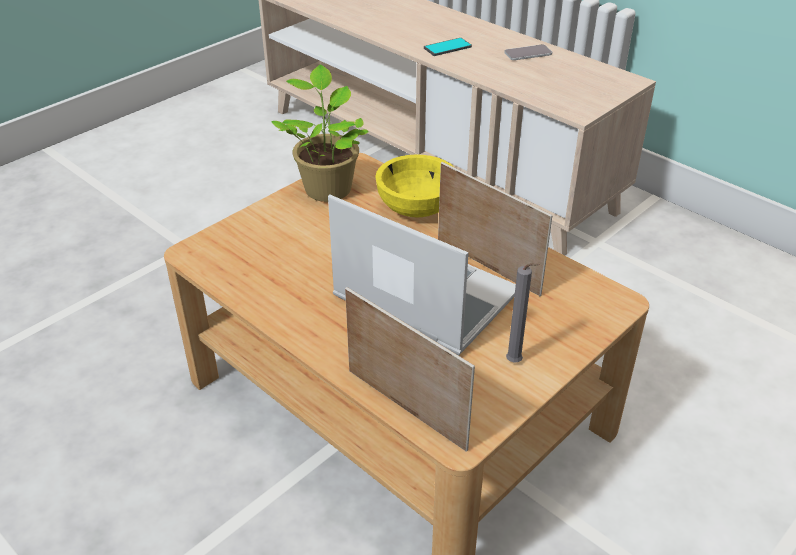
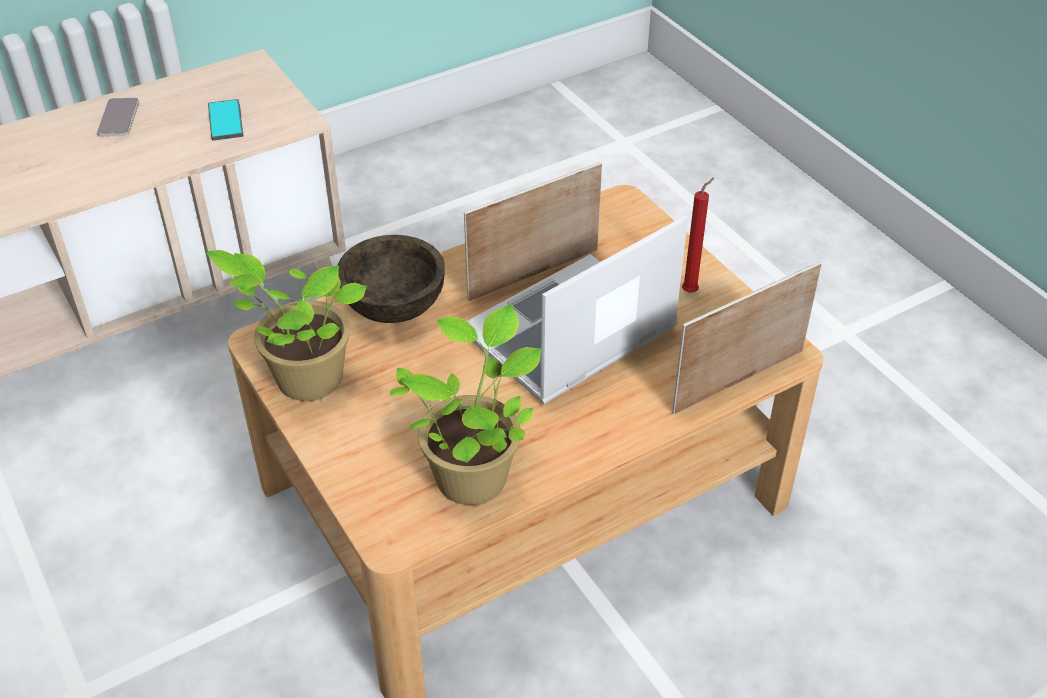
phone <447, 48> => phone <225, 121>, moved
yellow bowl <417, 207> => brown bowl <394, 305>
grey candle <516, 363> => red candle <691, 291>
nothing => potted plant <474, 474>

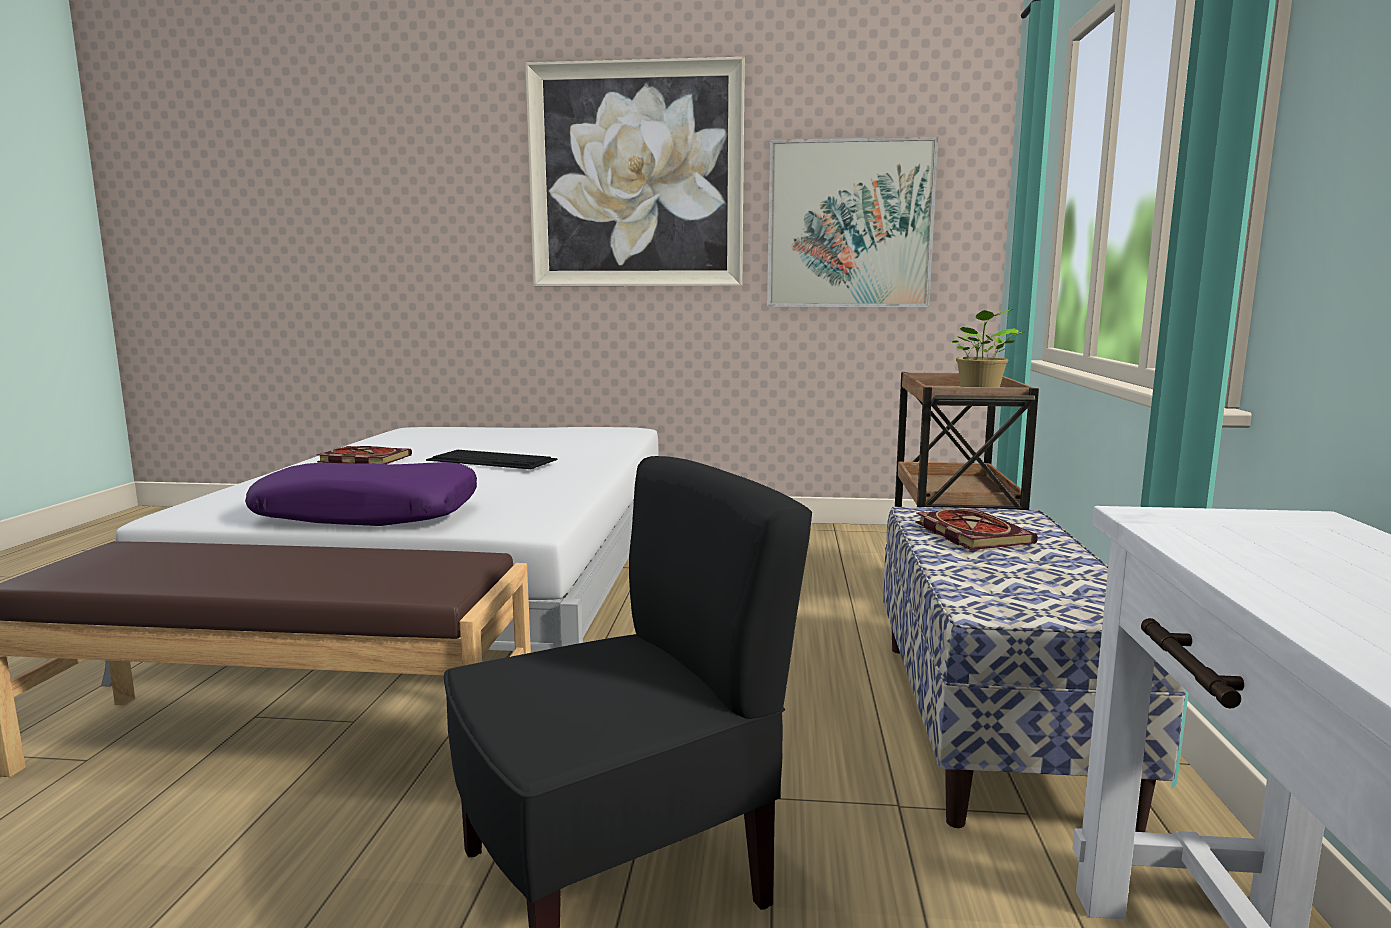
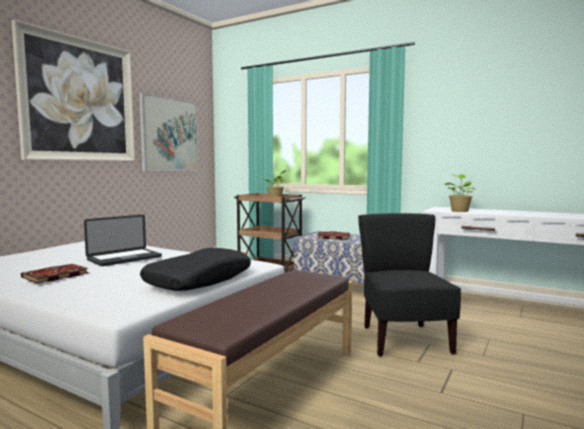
keyboard <493, 460> => laptop <124, 258>
purple pillow <369, 514> => black pillow <199, 280>
nothing => potted plant <459, 211>

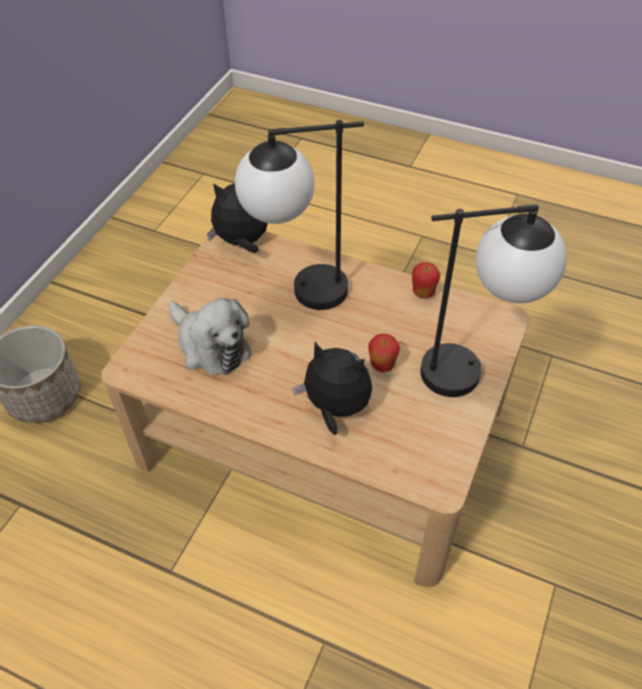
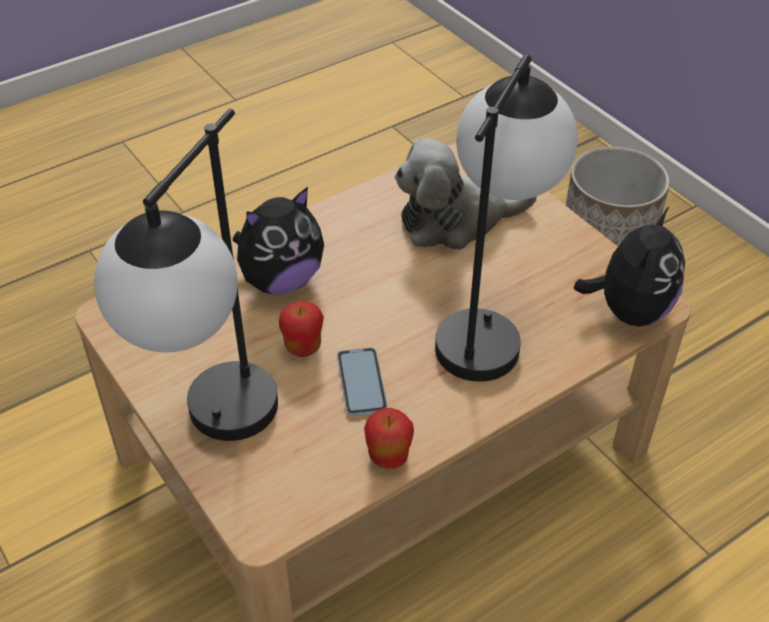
nothing => phone <361, 382>

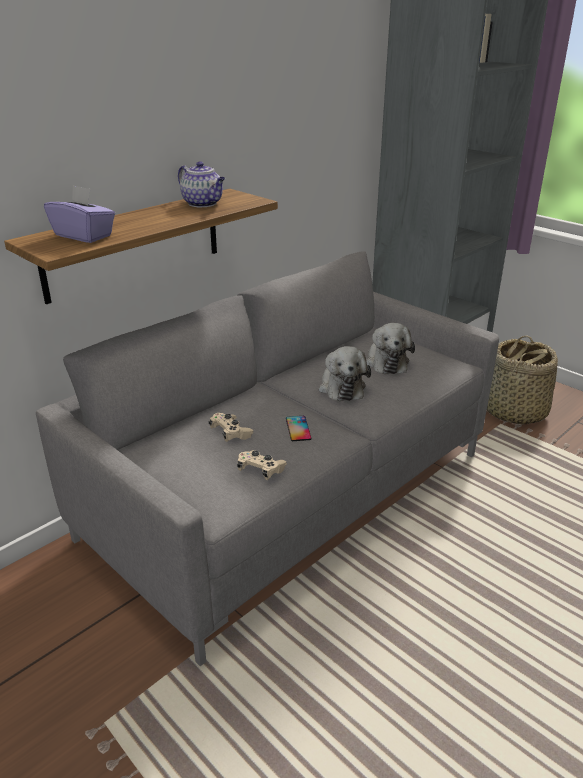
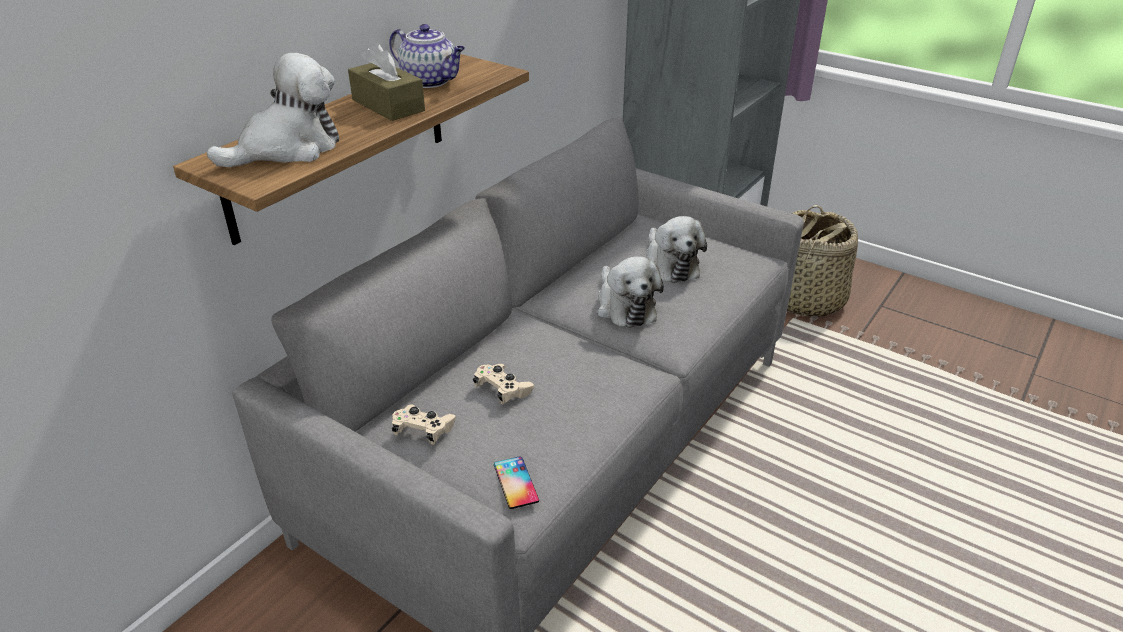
purple tissue box <84, 235> => plush toy <288, 149>
phone <298, 428> => phone <515, 482>, moved
beige game controller <261, 470> => beige game controller <423, 431>, moved
nothing => brown tissue box <388, 105>

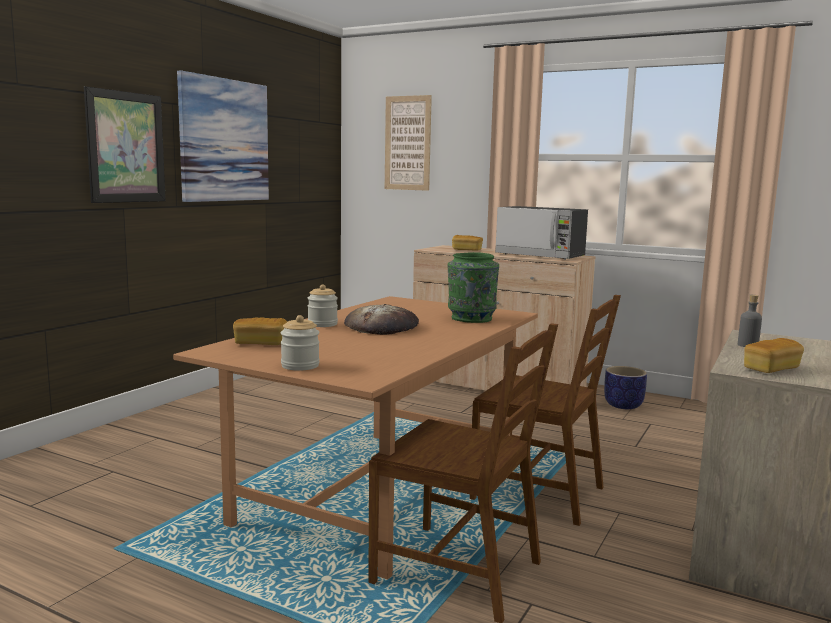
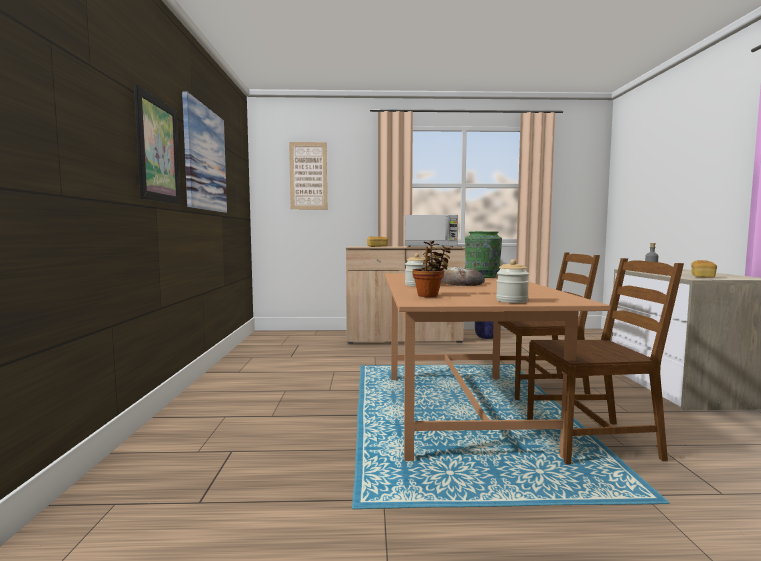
bread <261, 343> => potted plant <429, 295>

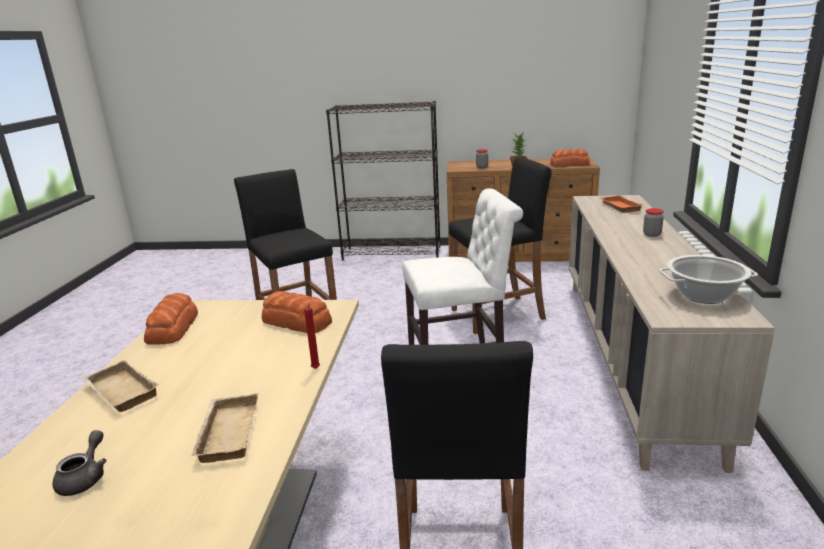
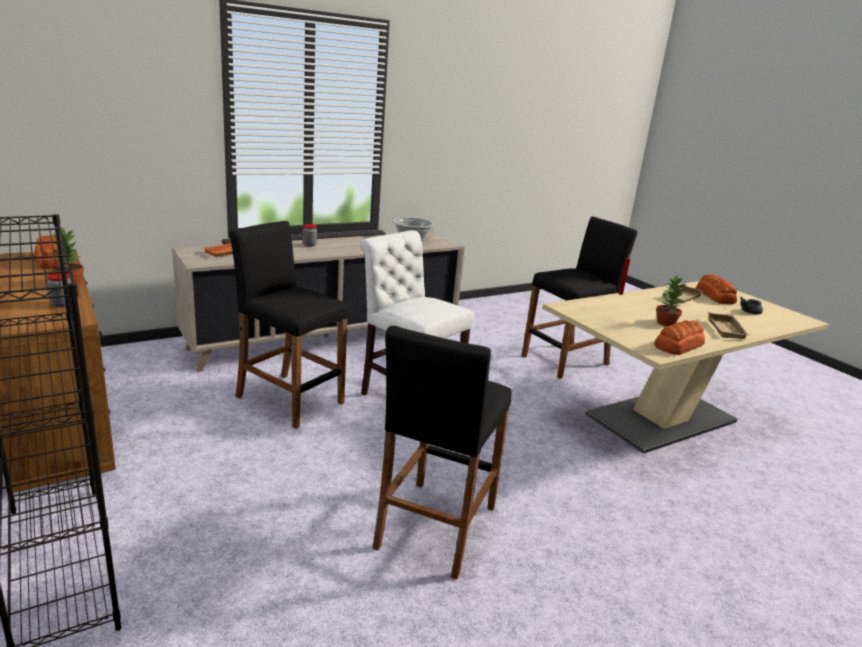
bread <297, 322> => bread <715, 296>, moved
nothing => potted plant <665, 323>

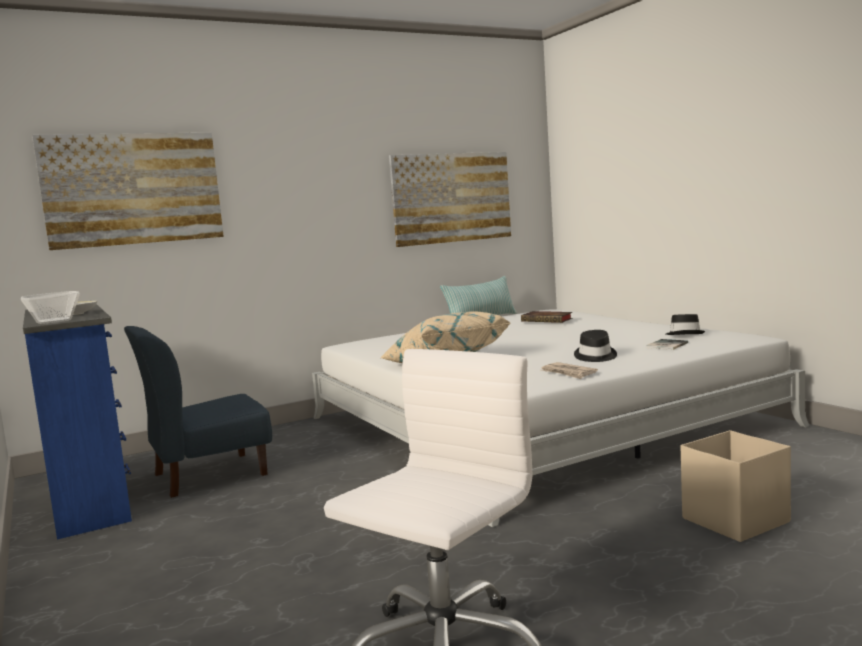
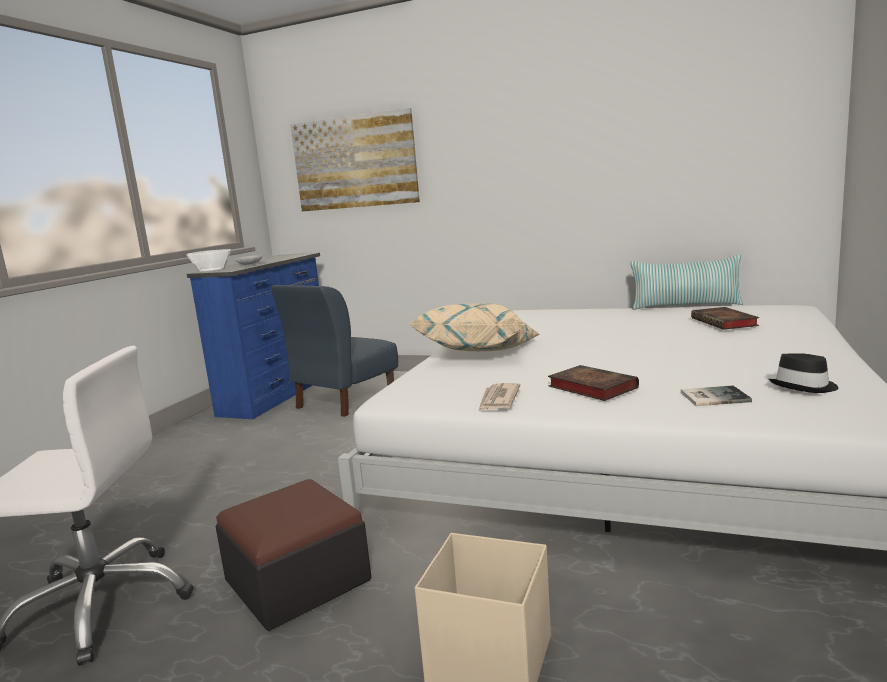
picture <452, 198> => nothing
blue chair <209, 474> => blue chair <345, 400>, 75 degrees counterclockwise
black hat <595, 356> => book <590, 387>
nothing => ottoman <297, 580>

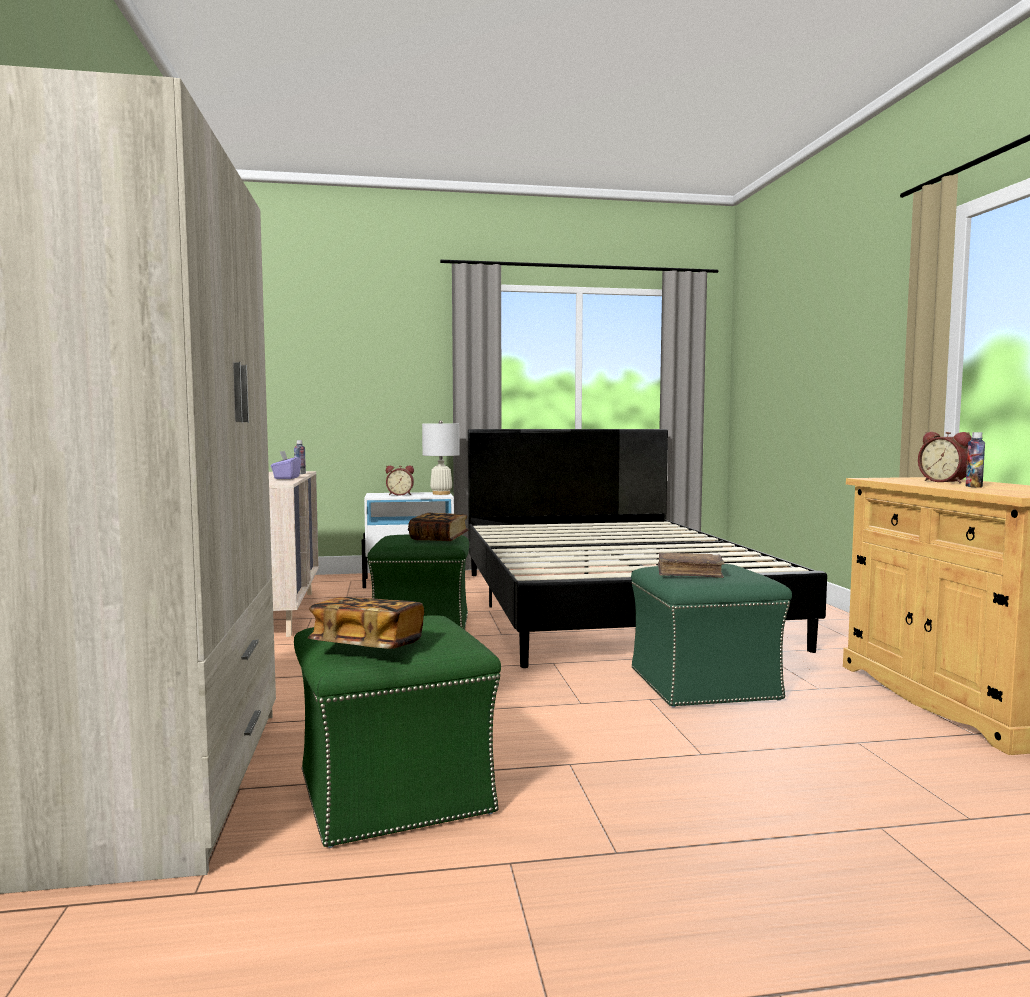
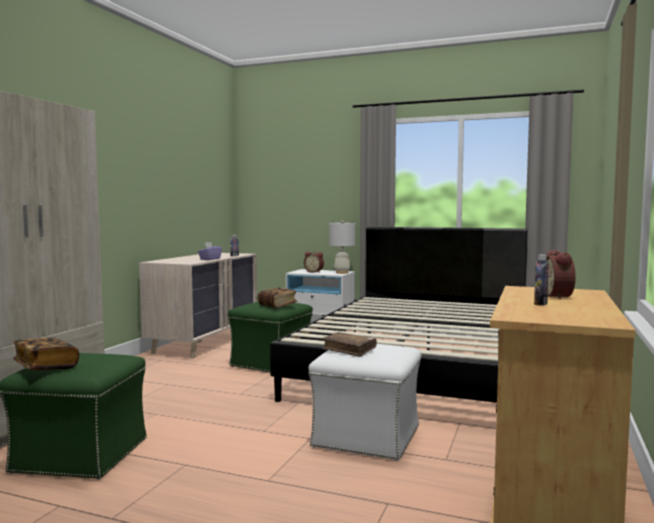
green ottoman <705, 684> => white ottoman <367, 437>

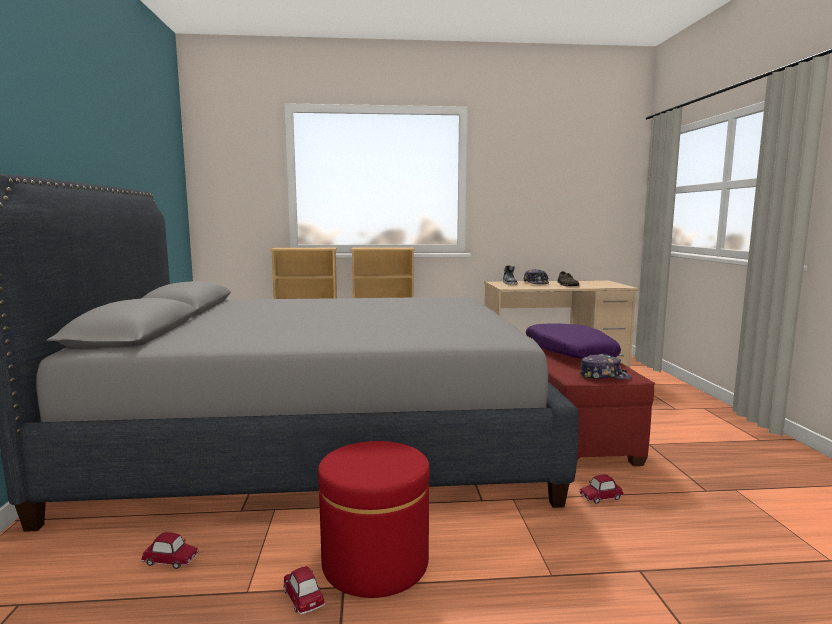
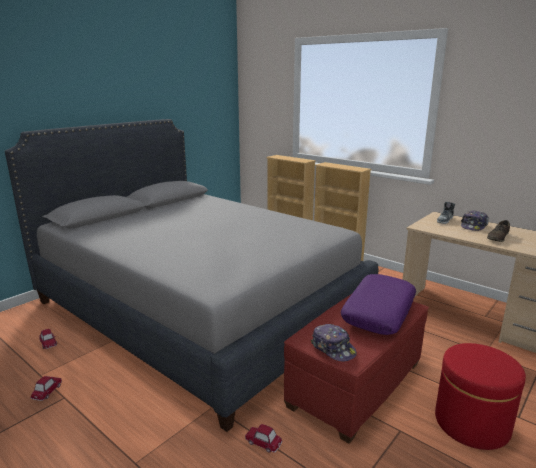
red ottoman <375, 563> => red ottoman <471, 423>, moved

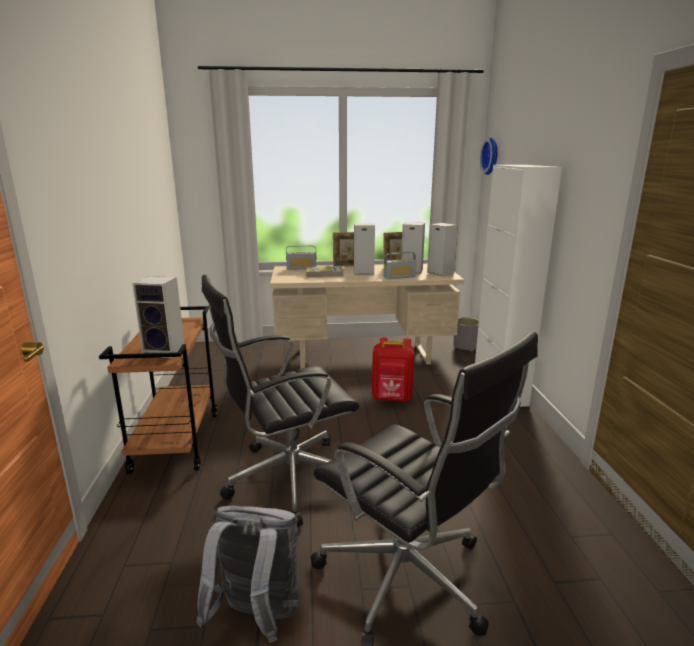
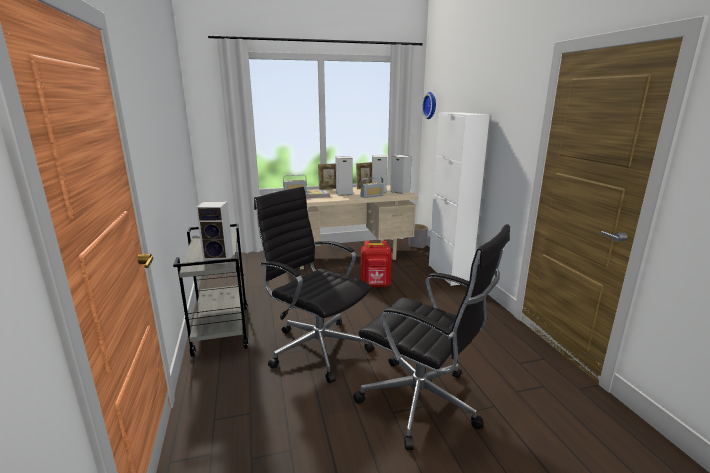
black office chair <287, 479> => black office chair <317, 347>, 75 degrees clockwise
brown cart <176, 441> => grey cart <221, 329>
grey backpack <256, 616> => nothing

